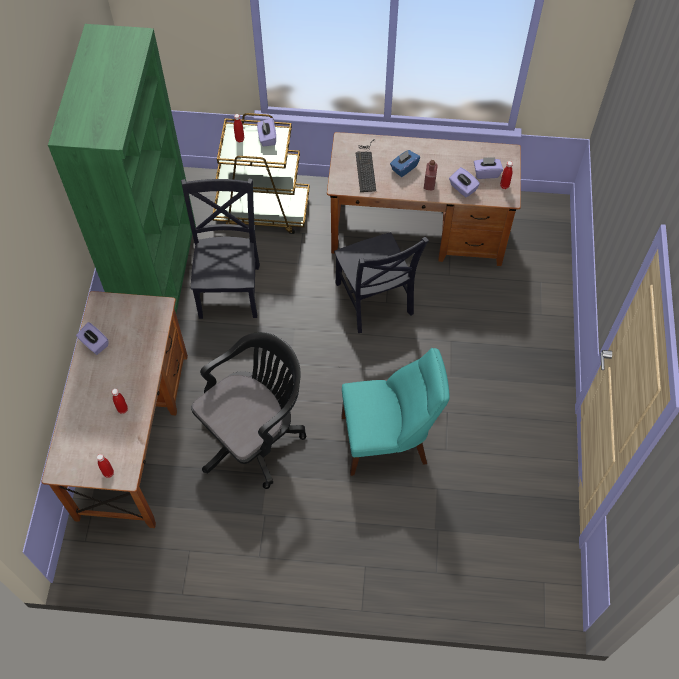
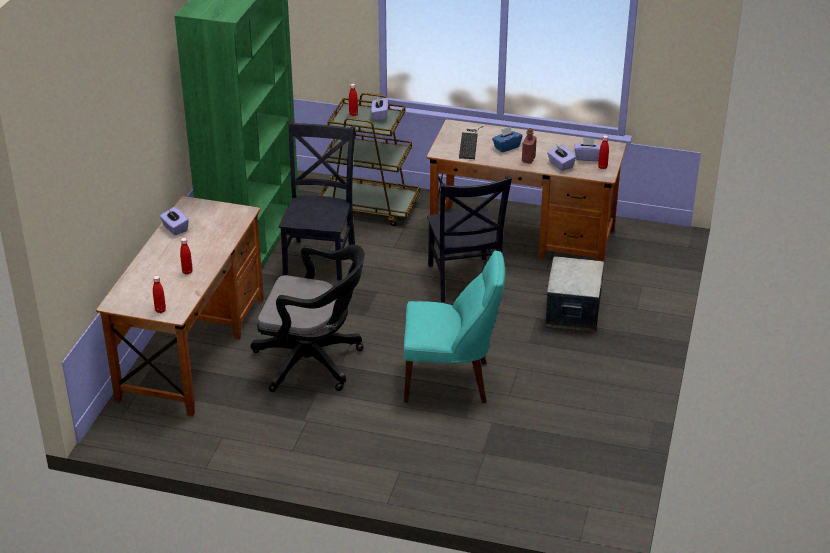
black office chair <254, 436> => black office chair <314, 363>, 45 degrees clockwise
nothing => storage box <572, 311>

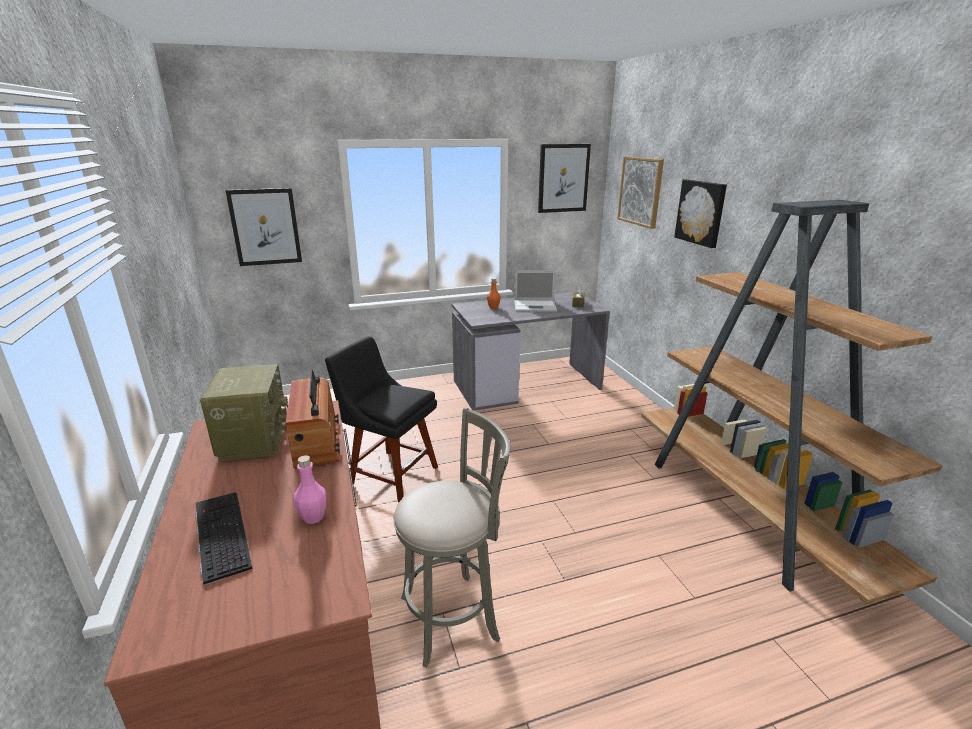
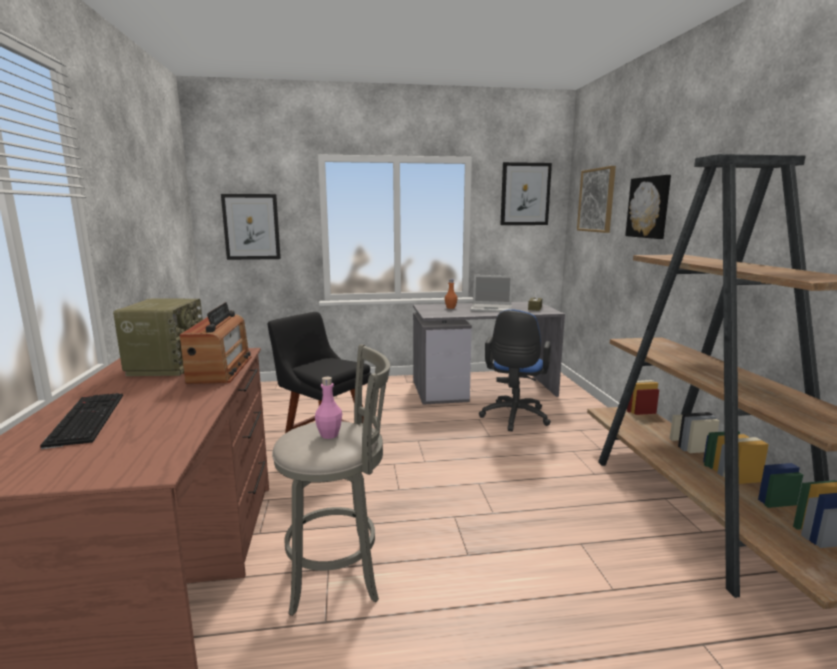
pink bottle <313, 517> => pink bottle <329, 435>, moved
nothing => blue office chair <514, 418>

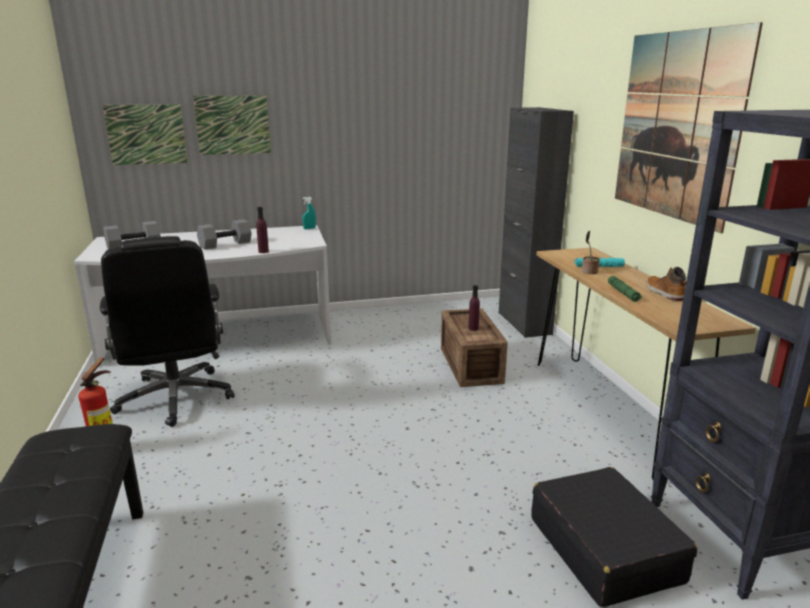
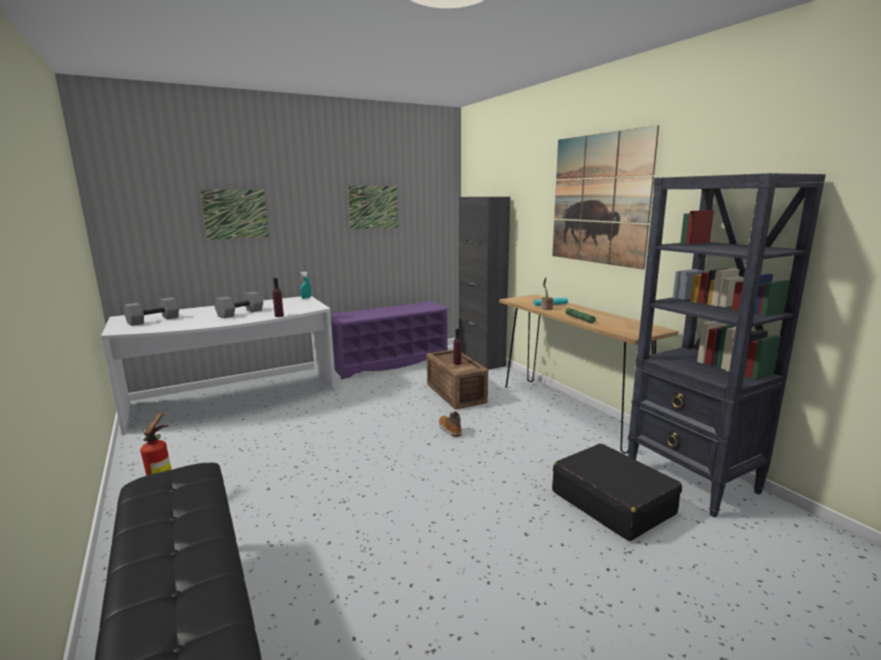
picture <146, 134> => picture <373, 207>, moved
black office chair <175, 398> => nothing
boot <664, 293> => boot <449, 429>, moved
nothing => purple shoe rack <390, 363>

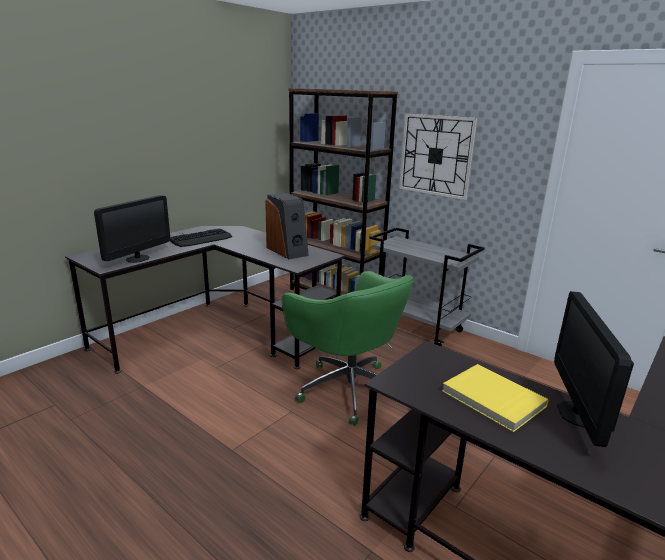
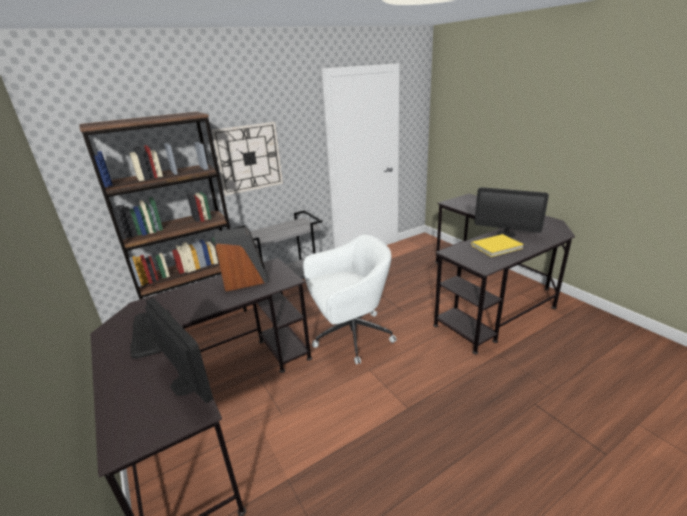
green office chair <347, 388> => white office chair <350, 336>

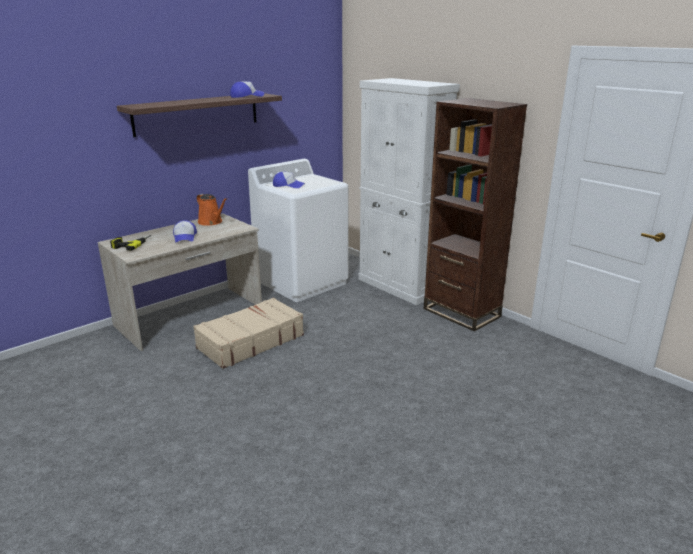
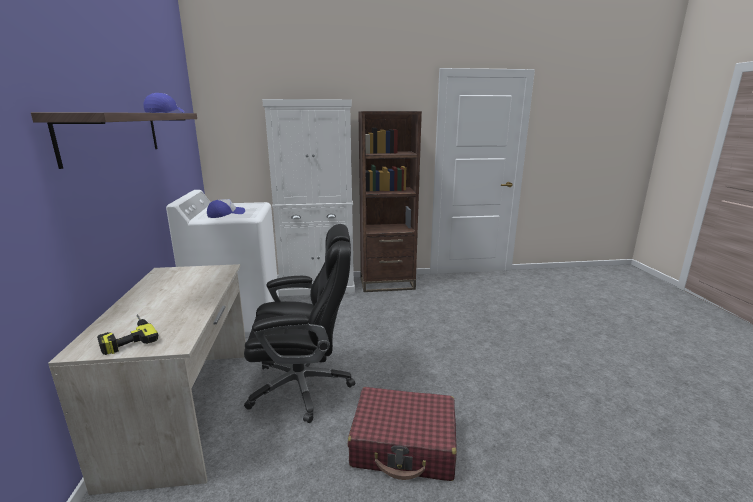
orange watering can <211, 222> => nothing
cap <185, 237> => nothing
beige suitcase <250, 341> => black office chair <303, 386>
nothing => red suitcase <404, 444>

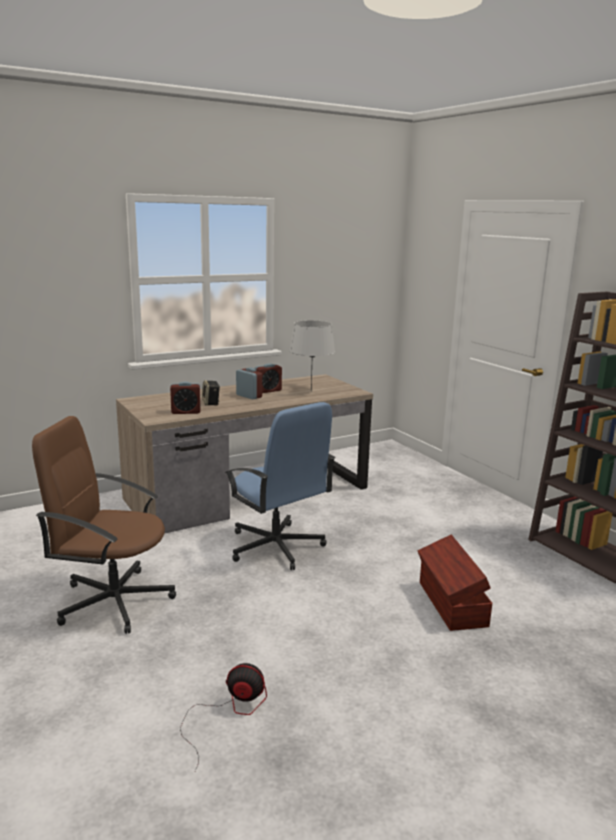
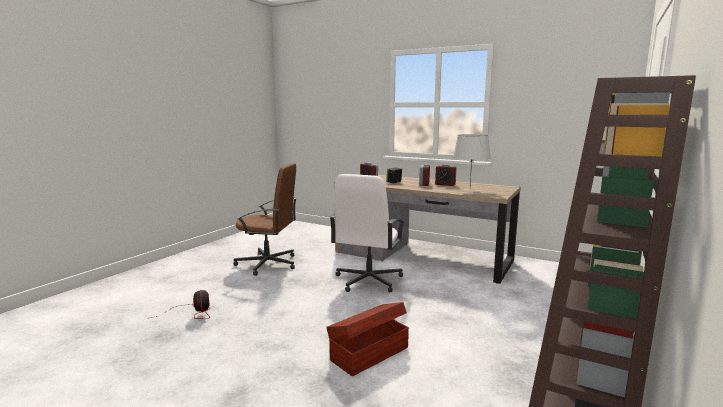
blue office chair <276, 547> => white office chair <368, 280>
brown office chair <113, 601> => brown office chair <268, 264>, 120 degrees clockwise

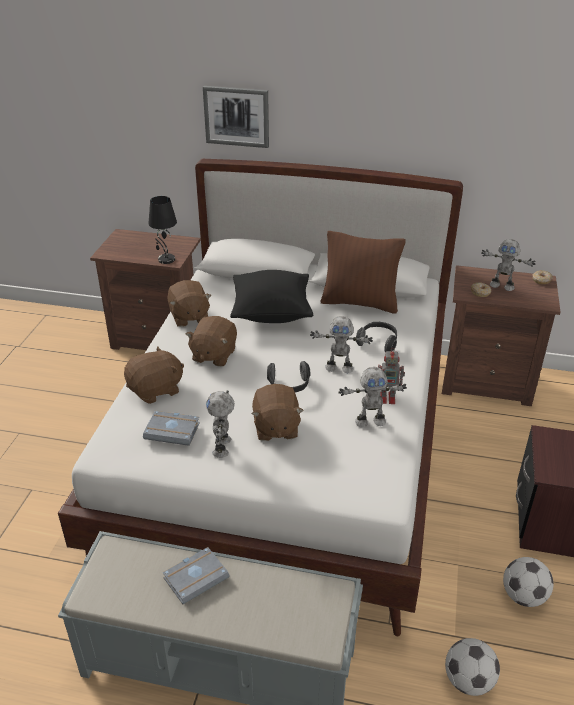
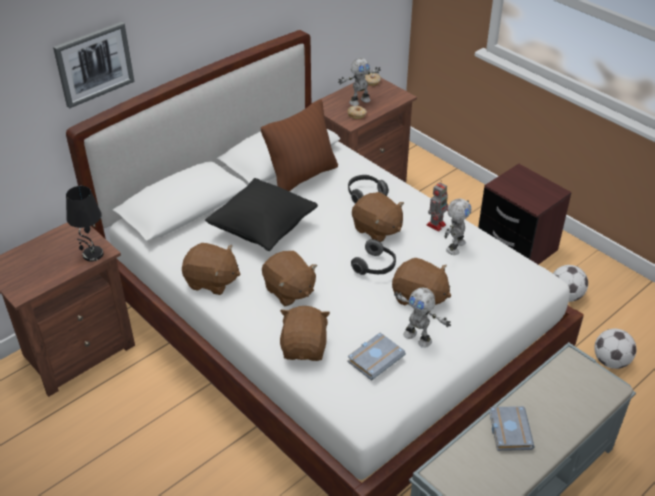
toy robot <339, 367> => brown plush toy <377, 230>

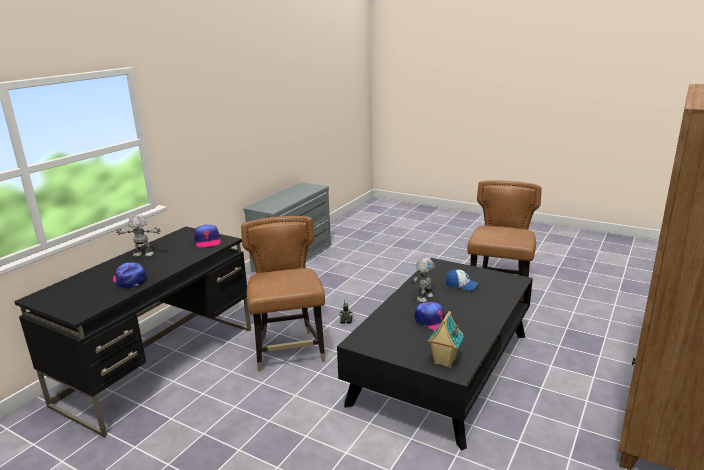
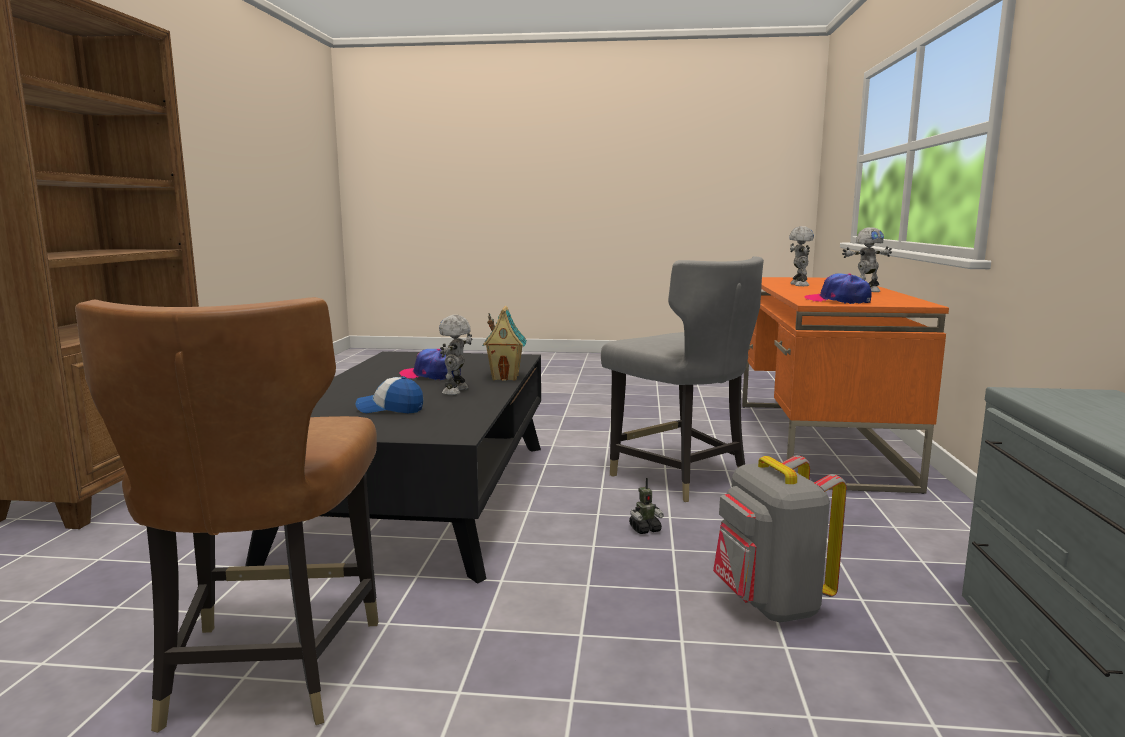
brown chair <289, 351> => grey chair <679, 477>
black desk <160, 364> => orange desk <817, 442>
cap <130, 280> => toy robot <798, 285>
toy house <444, 361> => toy house <506, 377>, moved
nothing => grey backpack <769, 604>

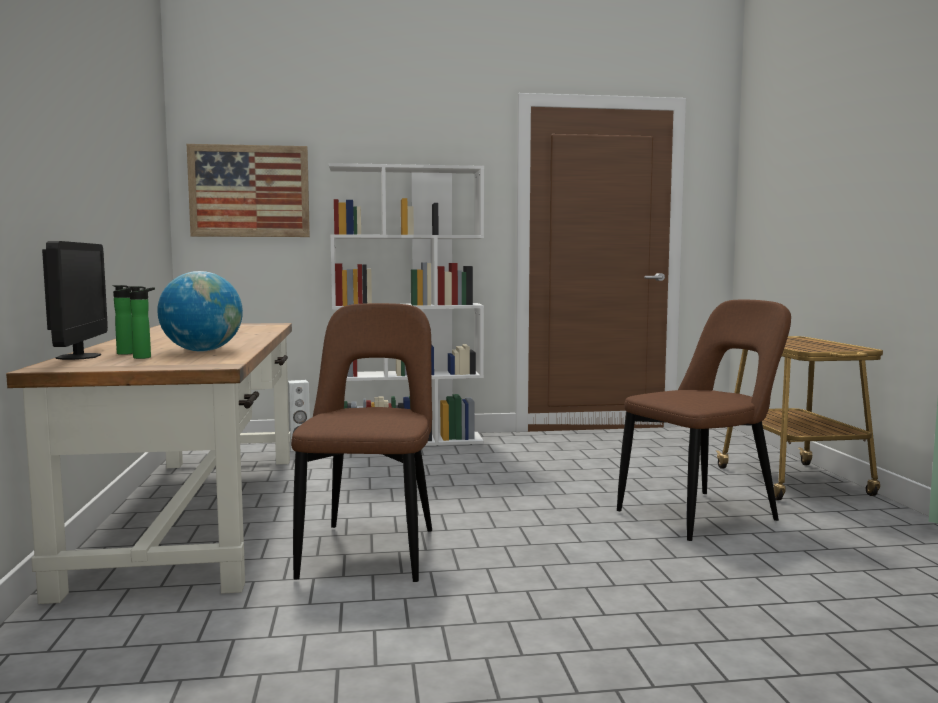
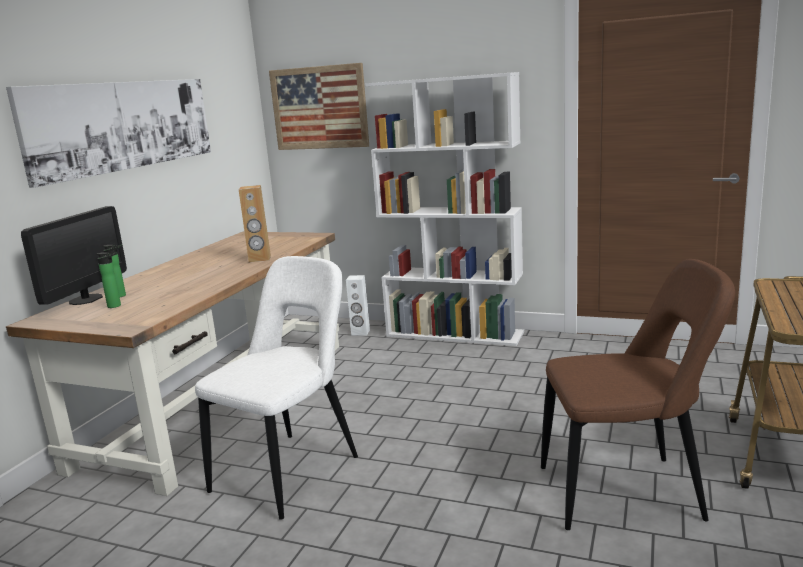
globe <202, 351> => nothing
brown chair <371, 550> => white chair <291, 470>
nothing => picture <124, 125>
nothing => brown speaker <259, 259>

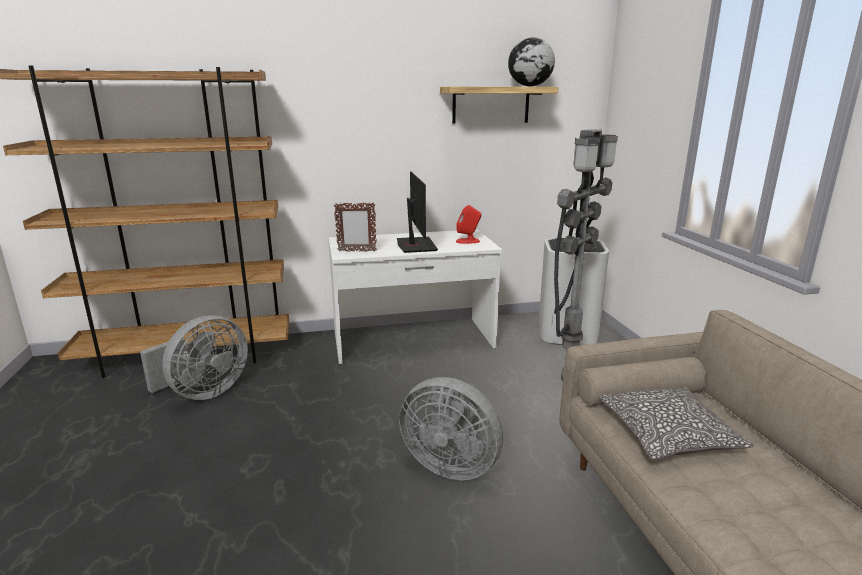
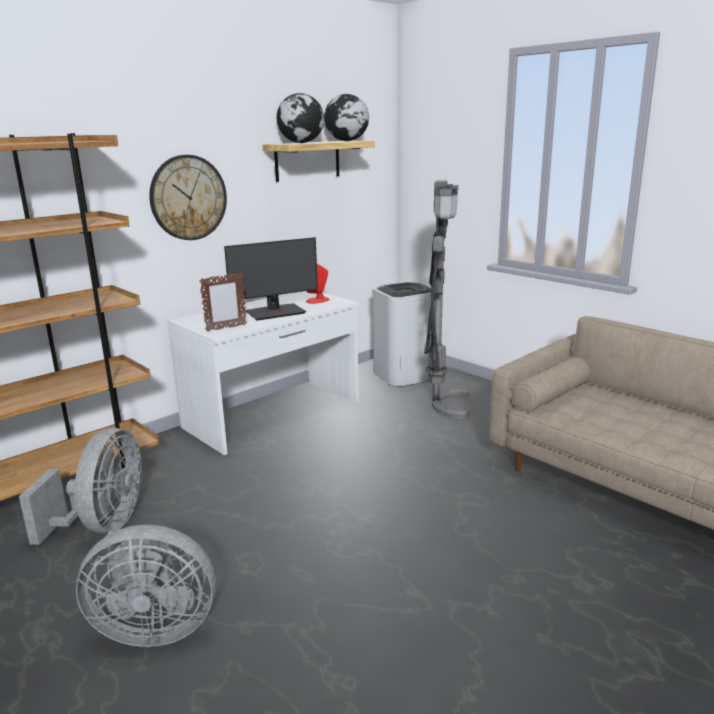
monitor <415, 245> => monitor <275, 312>, 105 degrees clockwise
grey fan <451, 464> => grey fan <154, 627>, moved
pillow <667, 434> => nothing
nothing => globe <302, 143>
nothing => wall clock <188, 198>

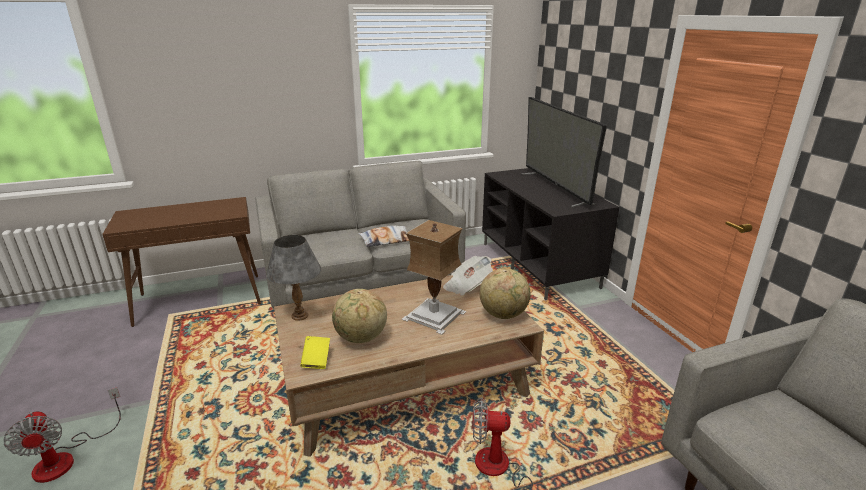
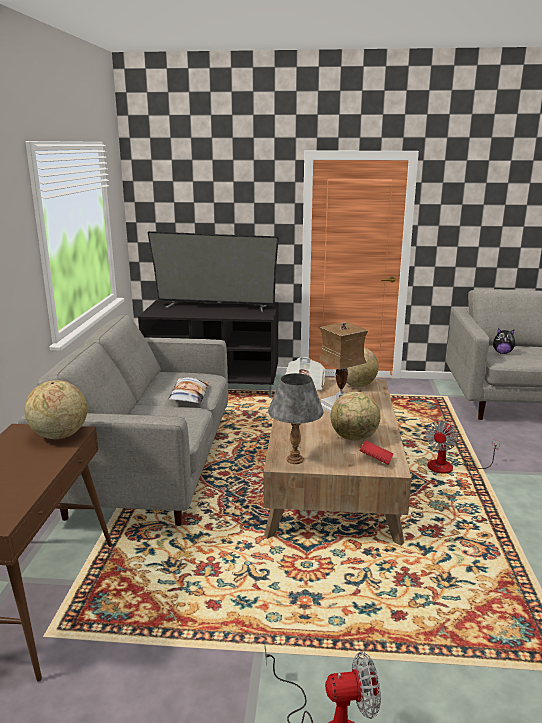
yellow book <316, 360> => red book <375, 460>
nothing => plush toy <502, 353>
nothing => globe <59, 435>

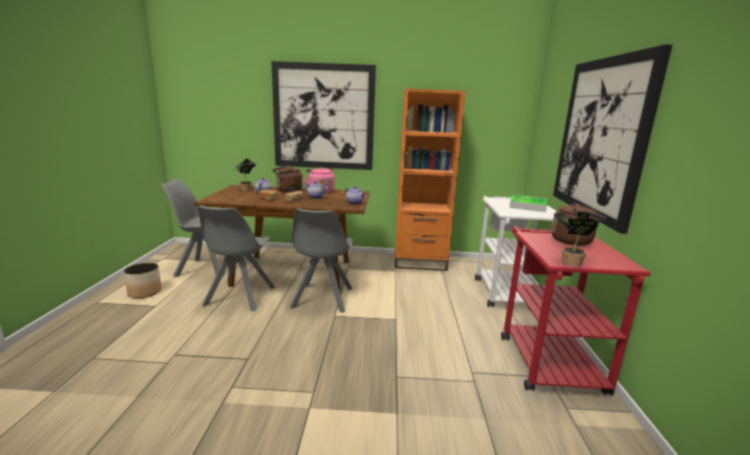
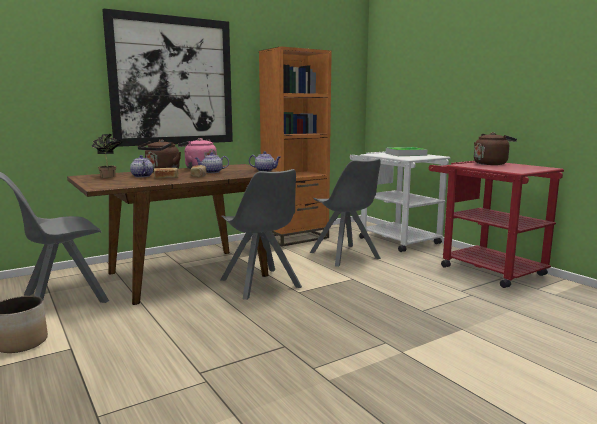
picture <601, 138> => nothing
grey chair <239, 297> => grey chair <345, 256>, moved
potted plant <568, 262> => nothing

